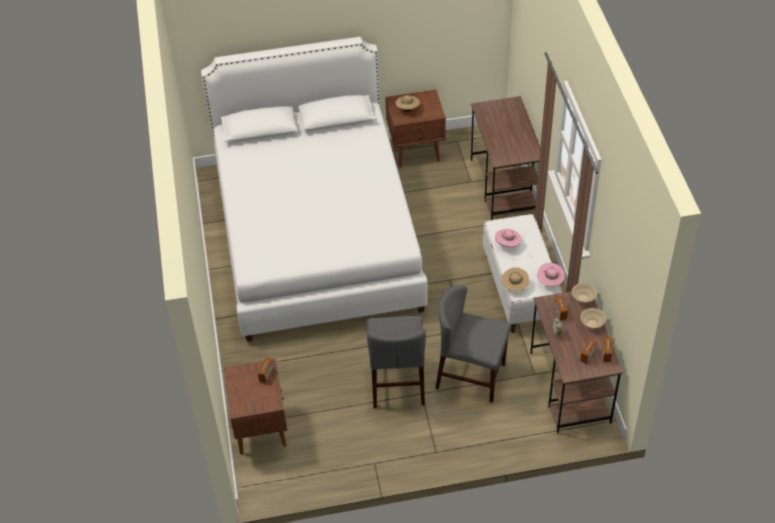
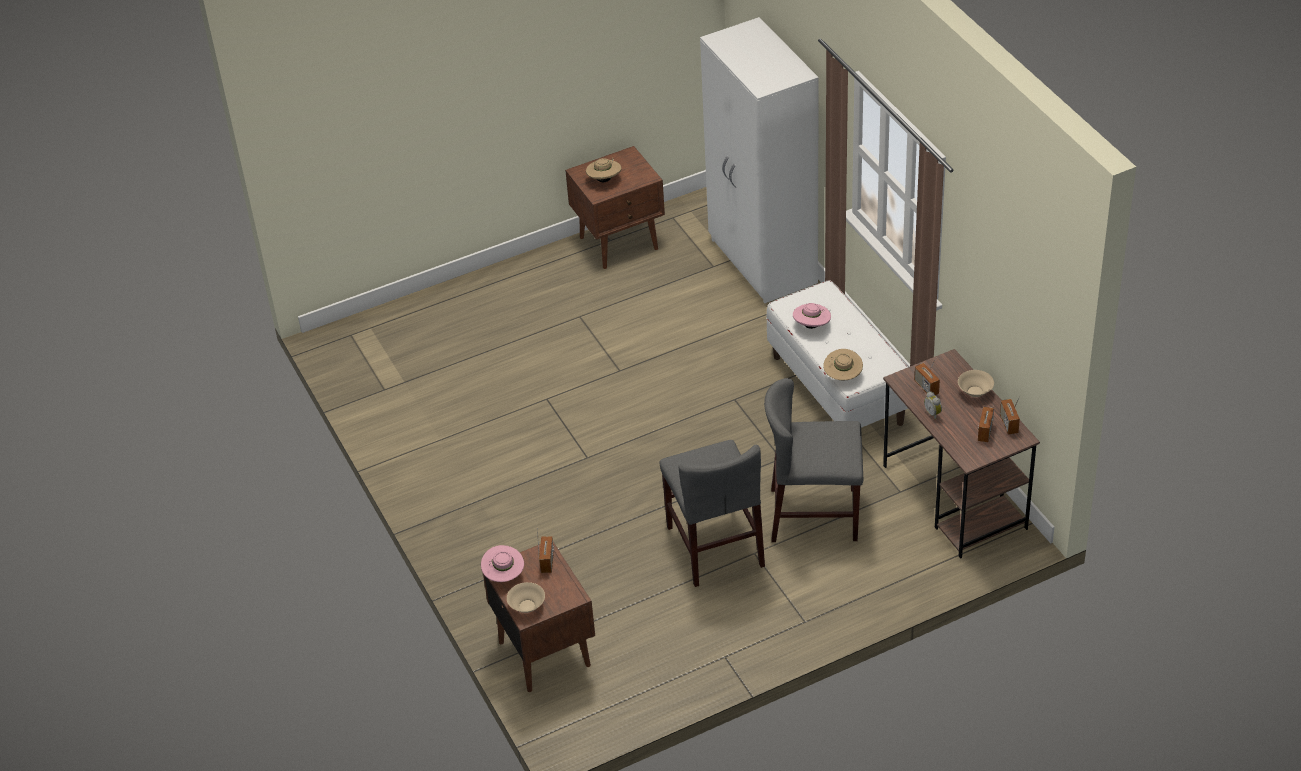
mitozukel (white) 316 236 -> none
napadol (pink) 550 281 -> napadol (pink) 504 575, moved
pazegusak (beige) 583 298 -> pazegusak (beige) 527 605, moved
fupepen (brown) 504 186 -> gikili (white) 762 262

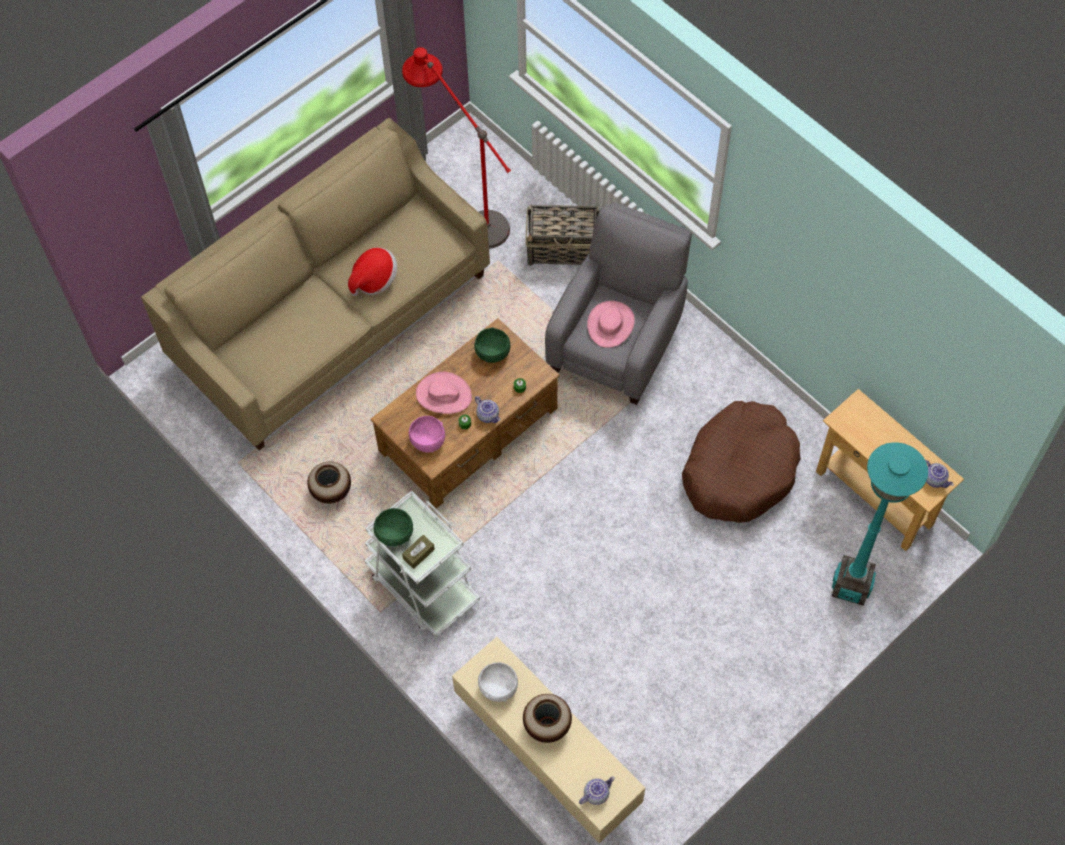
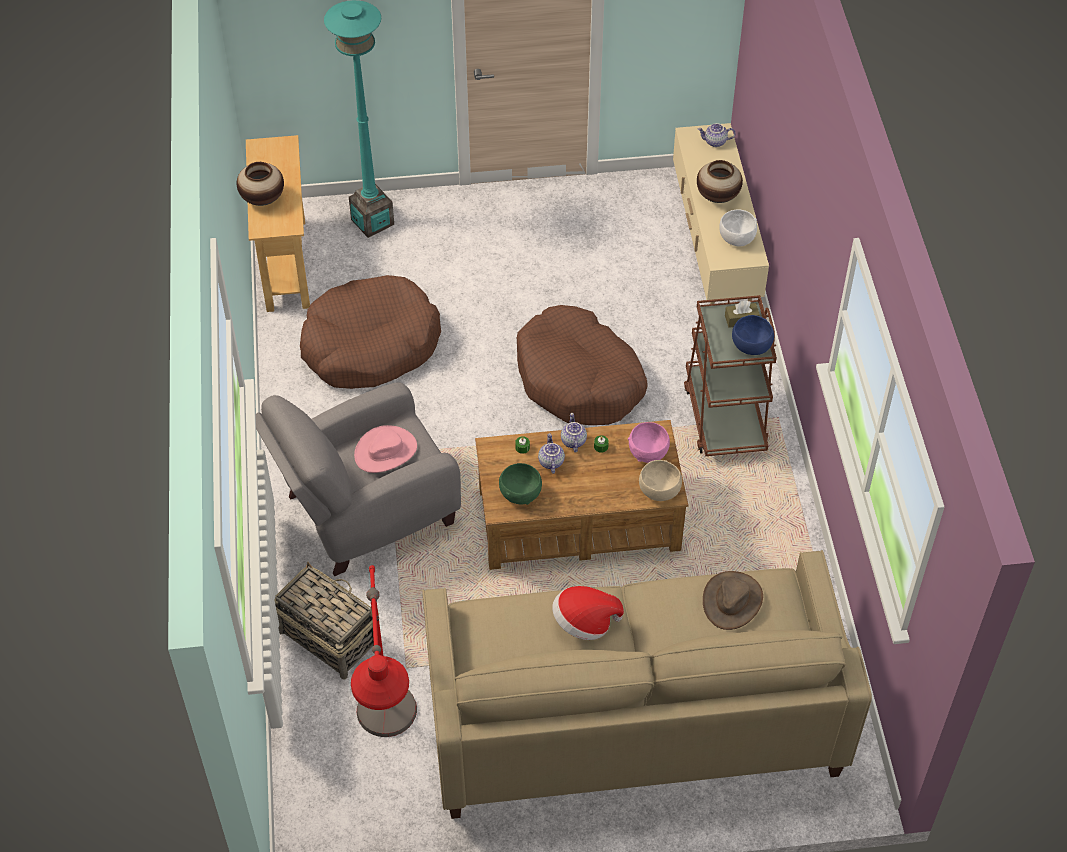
napadol (pink) 443 395 -> none
none -> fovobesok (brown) 579 379
none -> pazegusak (beige) 659 490
none -> napadol (brown) 732 600
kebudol 331 491 -> kebudol 263 199, moved
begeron 935 479 -> begeron 550 462, moved
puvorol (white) 422 586 -> puvorol (brown) 724 416
pazegusak (green) 394 533 -> pazegusak (blue) 751 346

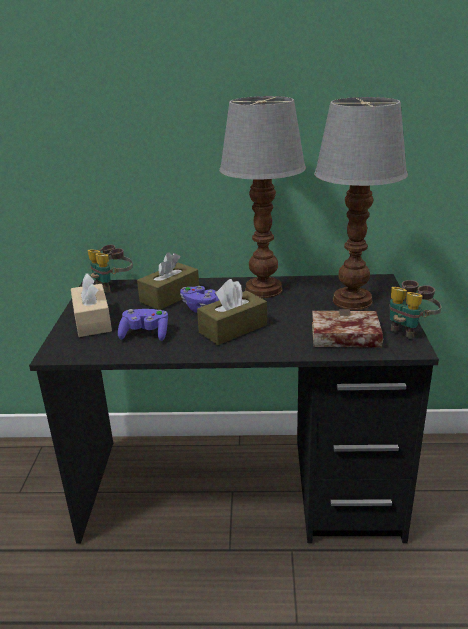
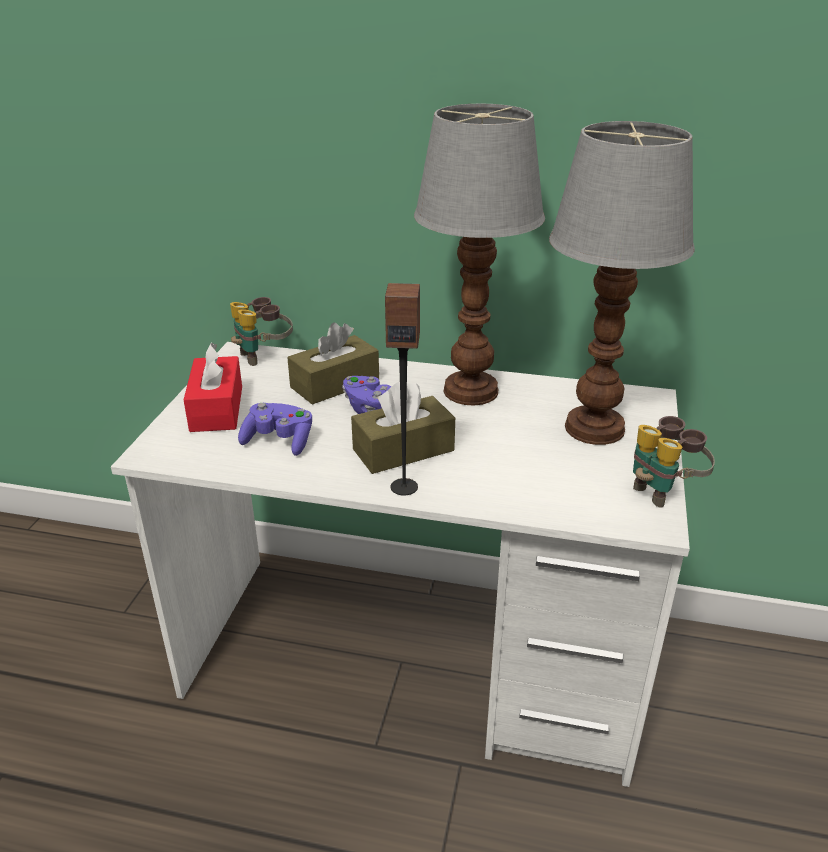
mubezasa 342 337 -> none
none -> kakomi 404 486
fupepen (black) 241 489 -> fupepen (white) 415 660
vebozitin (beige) 92 321 -> vebozitin (red) 216 408

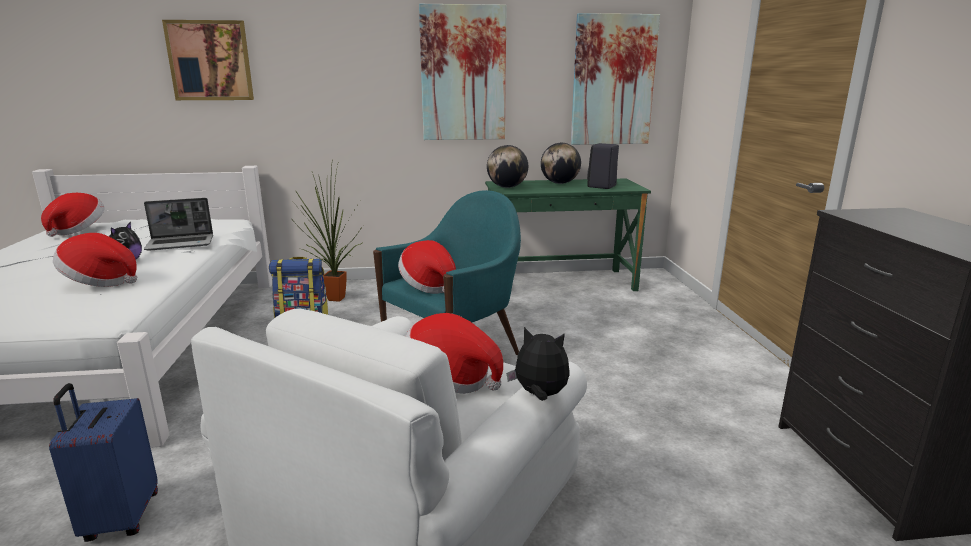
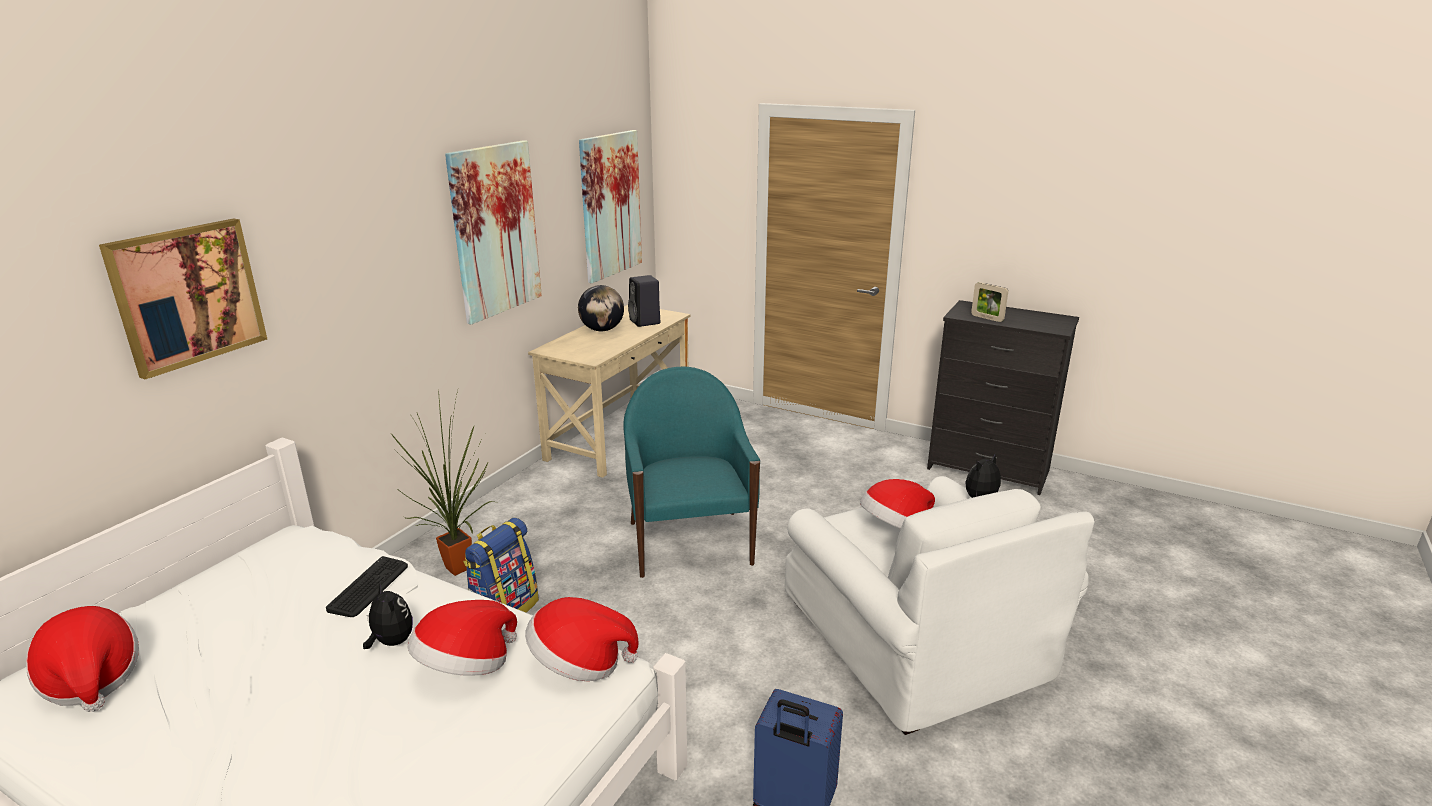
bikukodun 507 187 -> none
none -> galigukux 987 318
napadol 429 286 -> napadol 580 664, moved
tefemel 181 243 -> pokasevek 369 587
fupepen (green) 560 283 -> fupepen (beige) 619 436

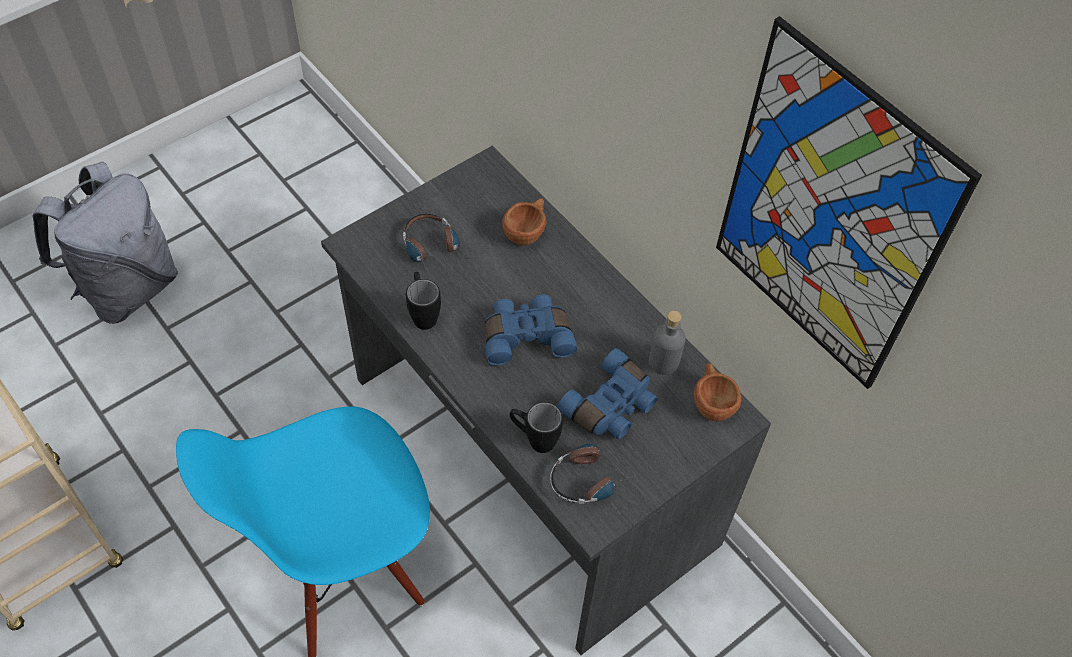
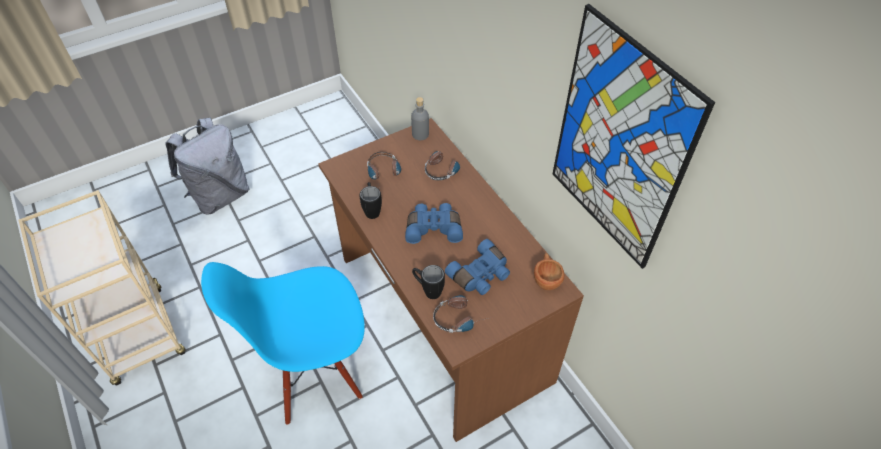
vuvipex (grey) 663 362 -> vuvipex (grey) 420 134, moved
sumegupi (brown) 527 231 -> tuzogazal 444 168
fupepen (grey) 529 462 -> fupepen (brown) 440 318

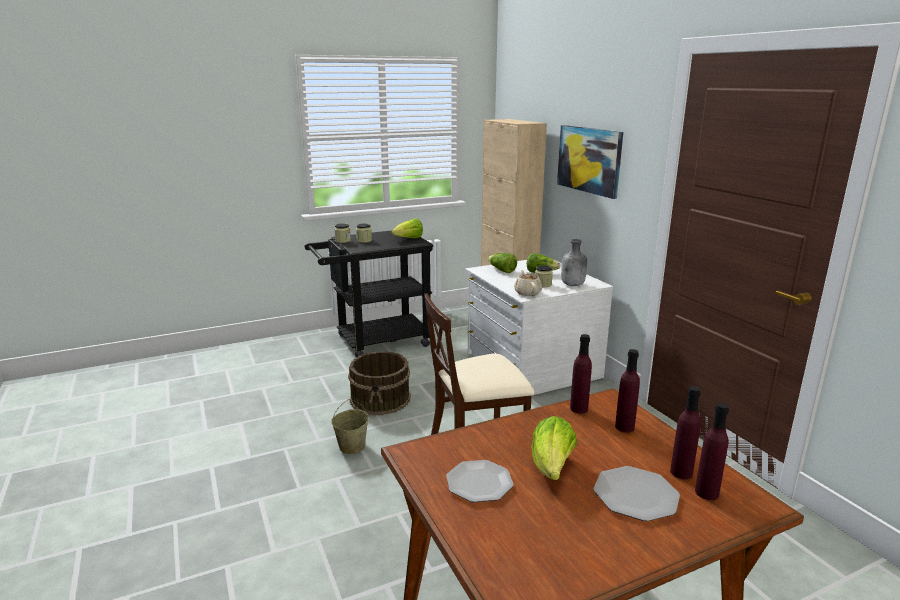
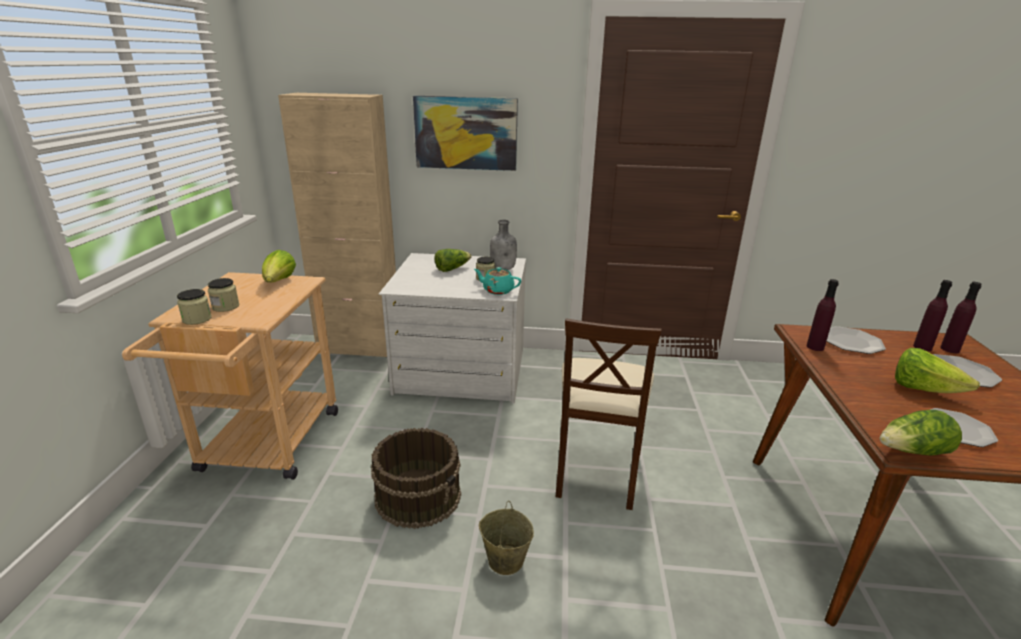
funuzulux 501 270 -> funuzulux 912 452, moved
vuvipex (purple) 624 427 -> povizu 850 342
puvorol (black) 375 342 -> puvorol (beige) 265 448
begeron (beige) 527 293 -> begeron (turquoise) 497 290

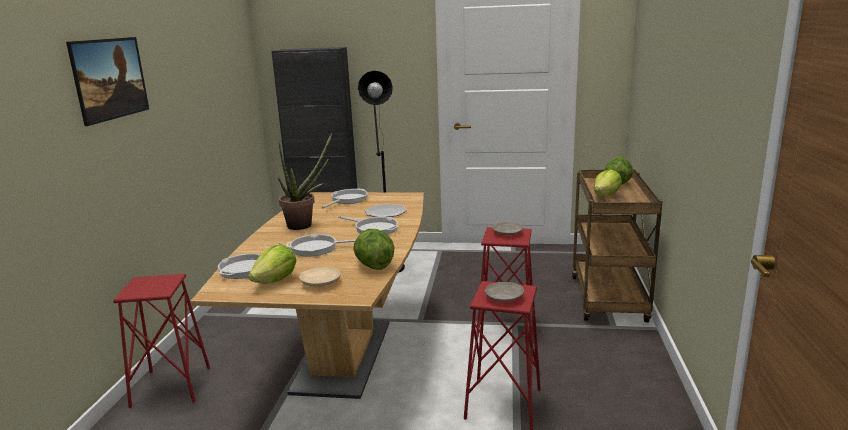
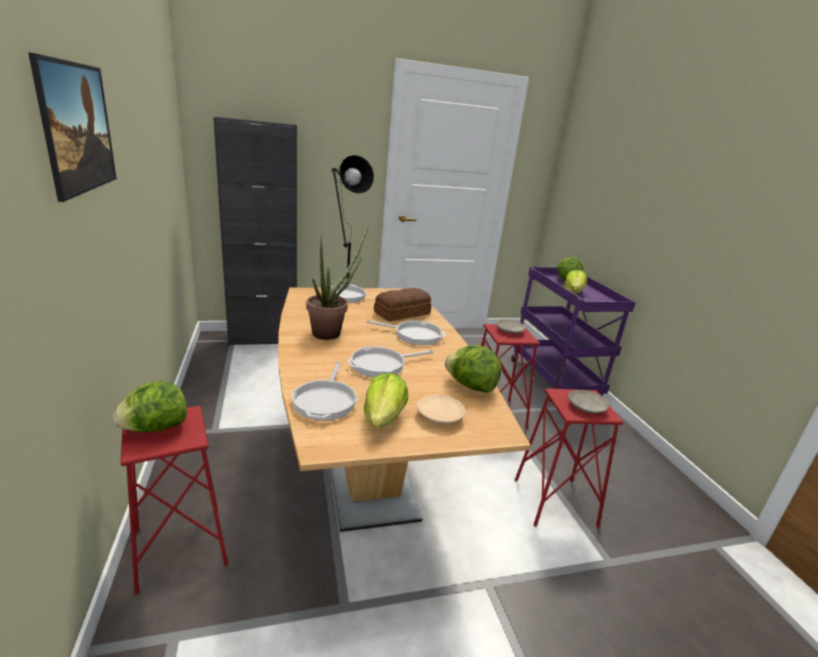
none -> funuzulux 155 428
povizu 386 212 -> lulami 403 313
puvorol (brown) 609 300 -> puvorol (purple) 555 381

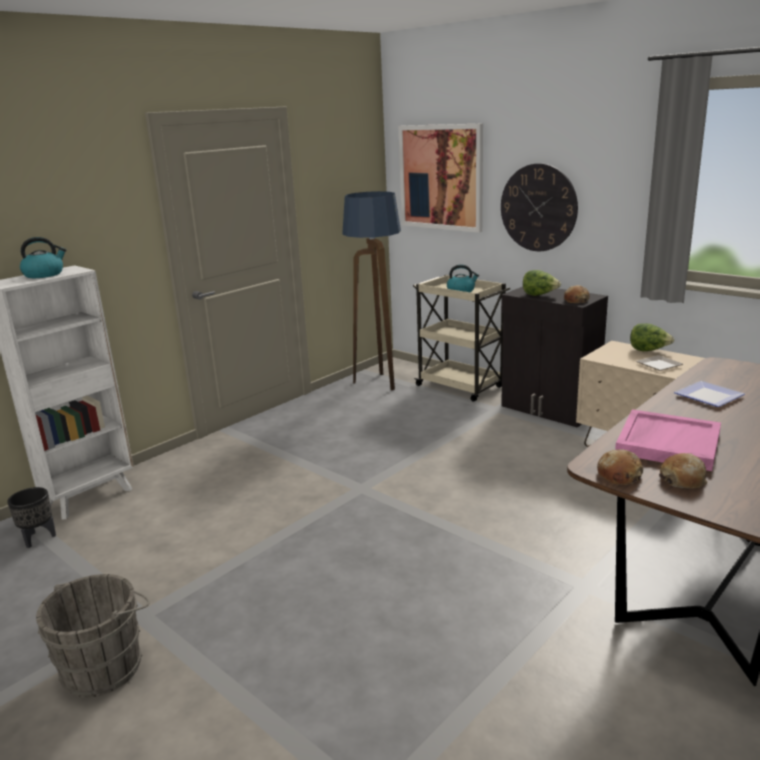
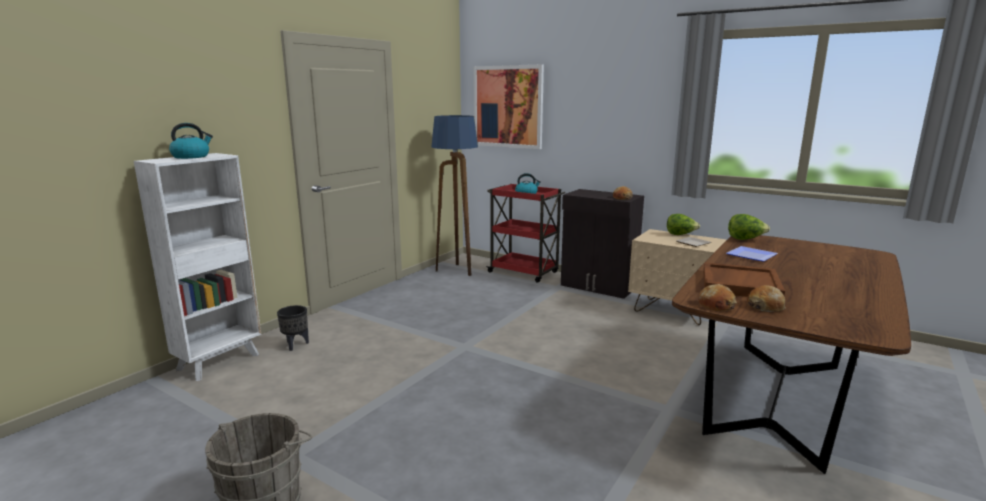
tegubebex 538 208 -> none
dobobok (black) 38 538 -> dobobok (black) 295 345, moved
funuzulux 539 295 -> funuzulux 745 239, moved
puvorol (beige) 461 387 -> puvorol (red) 524 272
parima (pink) 667 442 -> parima (brown) 739 284

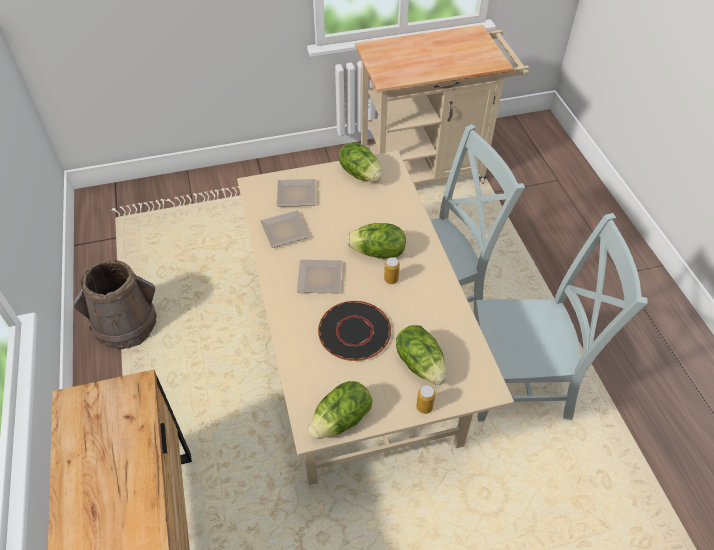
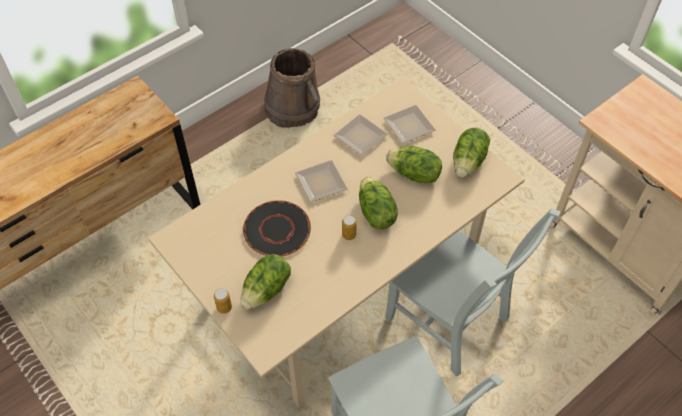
funuzulux 342 420 -> funuzulux 414 174, moved

